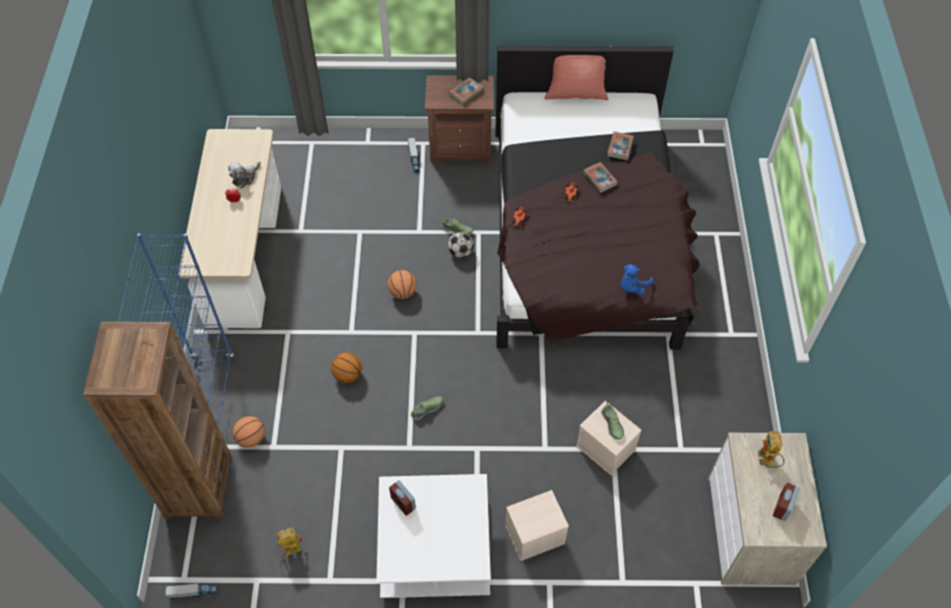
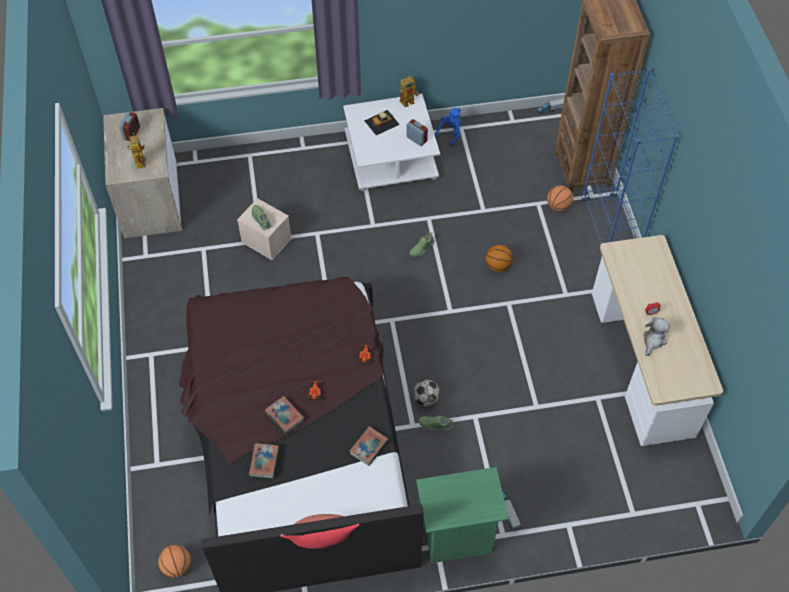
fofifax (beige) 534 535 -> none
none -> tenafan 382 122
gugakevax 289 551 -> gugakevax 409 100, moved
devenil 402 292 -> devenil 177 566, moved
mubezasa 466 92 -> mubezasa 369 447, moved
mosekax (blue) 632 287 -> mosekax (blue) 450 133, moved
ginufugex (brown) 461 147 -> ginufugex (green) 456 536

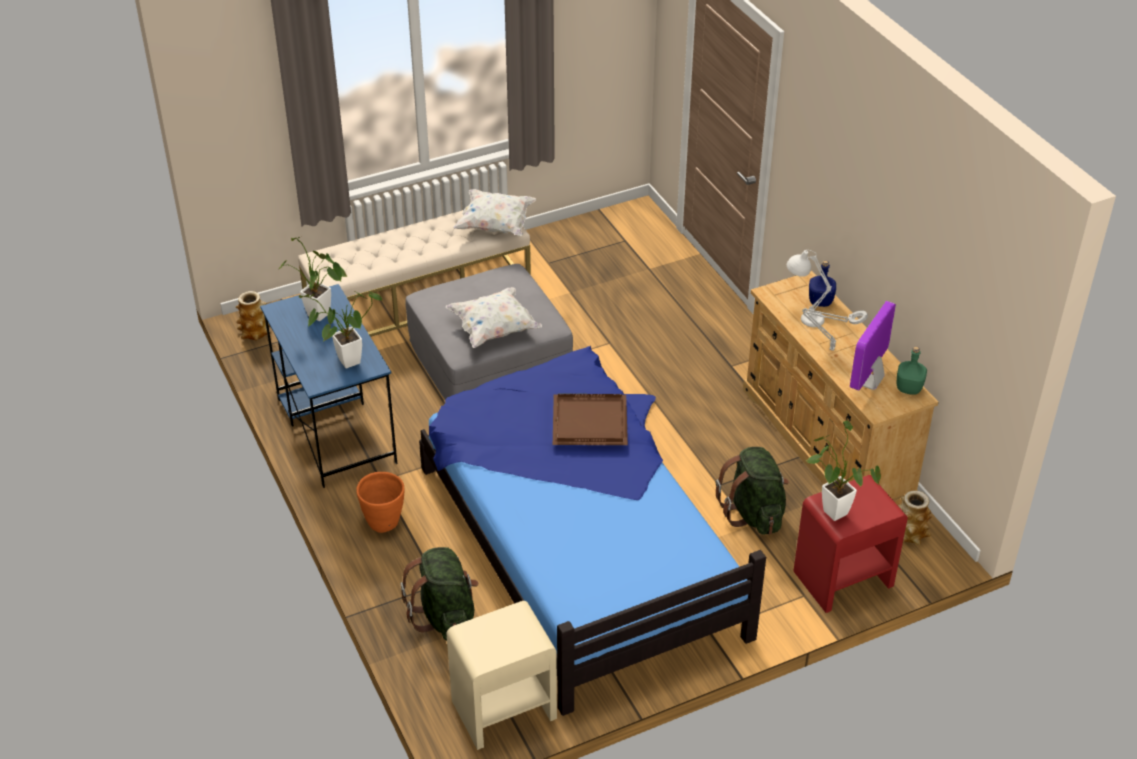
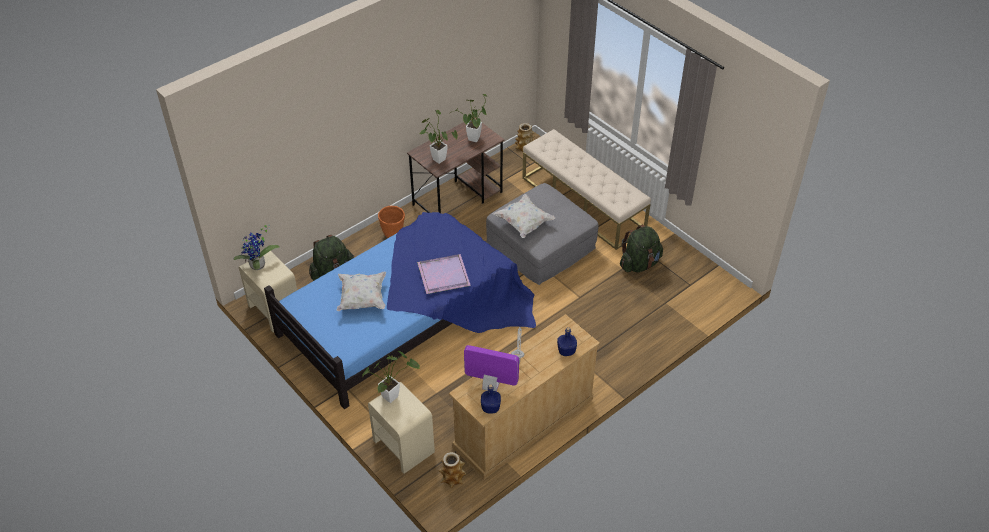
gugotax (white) 802 317 -> none
none -> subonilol 258 266
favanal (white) 496 225 -> favanal (white) 362 298, moved
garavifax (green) 753 513 -> garavifax (green) 639 264, moved
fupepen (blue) 335 429 -> fupepen (brown) 458 198
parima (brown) 588 423 -> parima (purple) 442 274
ginufugex (red) 842 579 -> ginufugex (beige) 403 446
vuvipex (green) 908 388 -> vuvipex (blue) 491 408

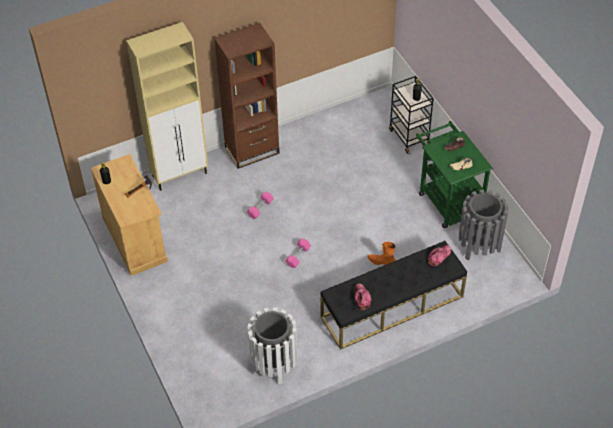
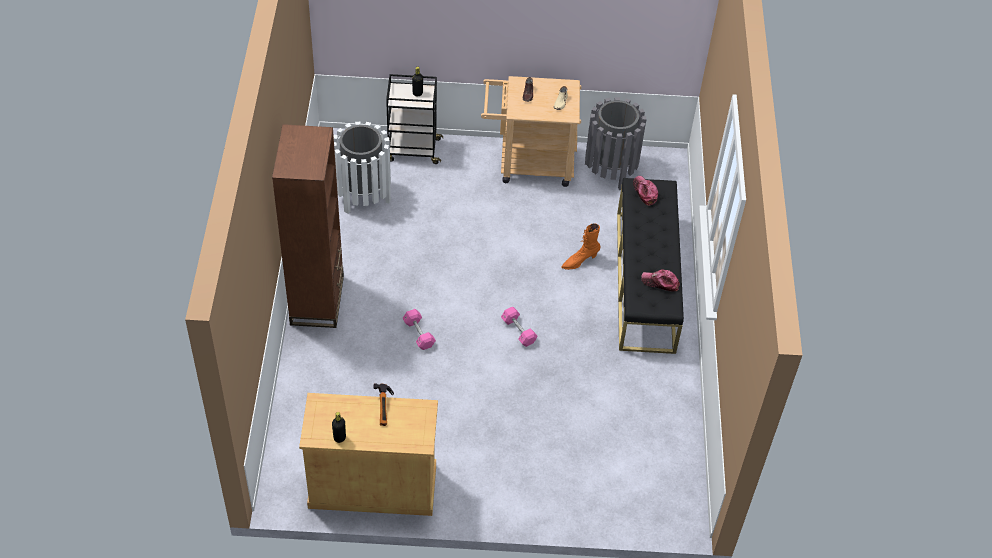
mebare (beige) 180 174 -> none
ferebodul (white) 274 364 -> ferebodul (white) 363 196, moved
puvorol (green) 447 199 -> puvorol (beige) 528 164

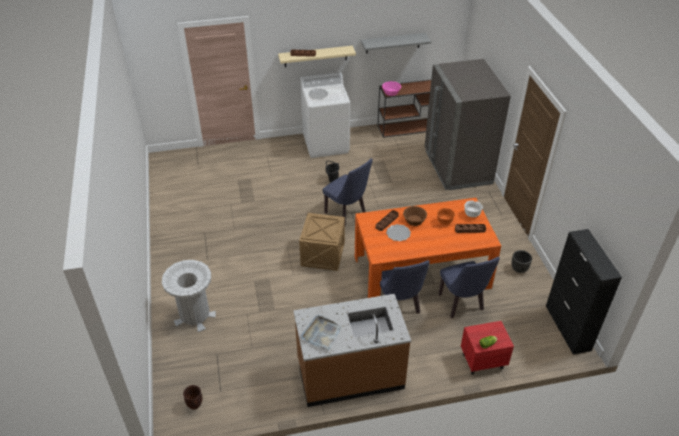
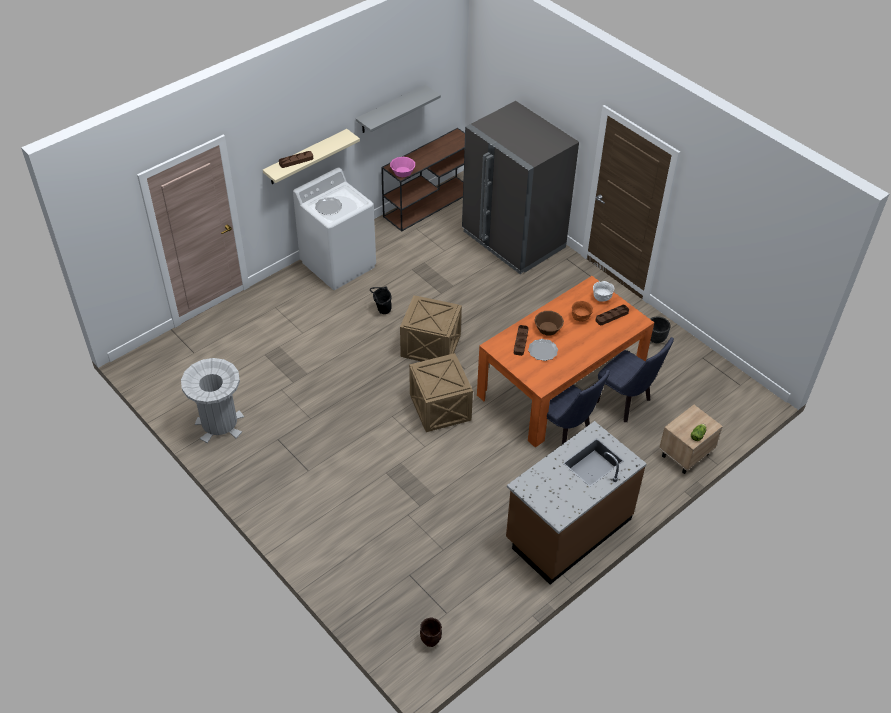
parima (grey) 321 334 -> none
mebare (black) 568 328 -> none
ferebodul (grey) 195 315 -> ferebodul (grey) 219 424, moved
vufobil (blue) 347 214 -> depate 431 347
ginufugex (red) 482 361 -> ginufugex (beige) 684 455

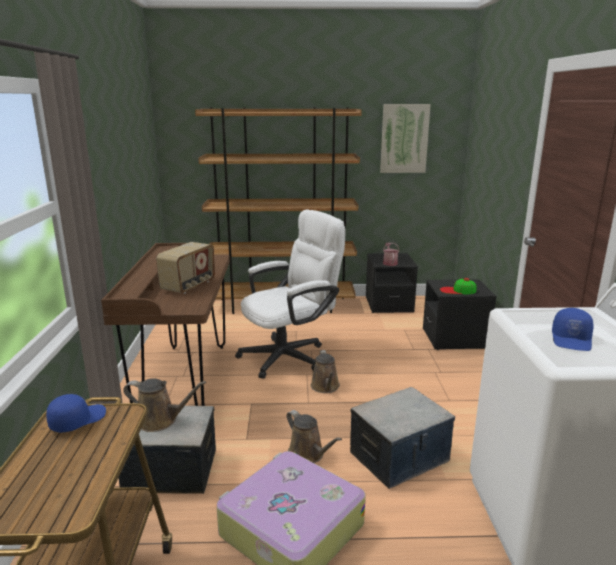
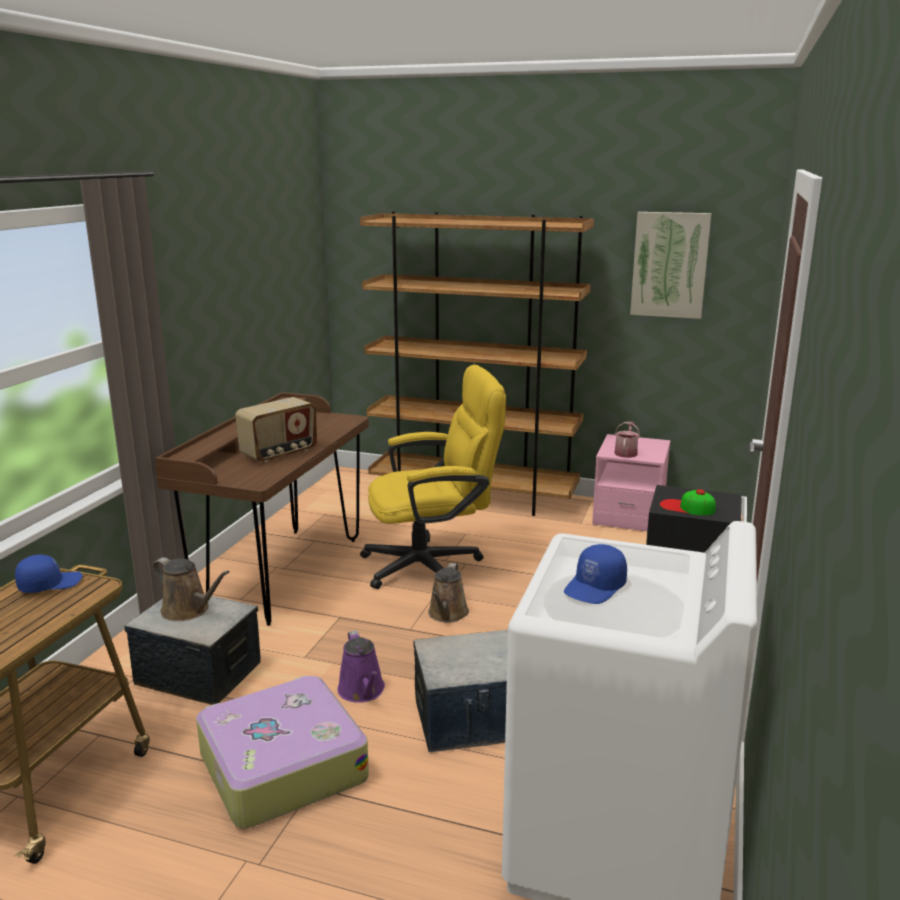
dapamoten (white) 290 355 -> dapamoten (yellow) 433 565
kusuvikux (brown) 308 455 -> kusuvikux (purple) 362 691
ginufugex (black) 388 304 -> ginufugex (pink) 629 516

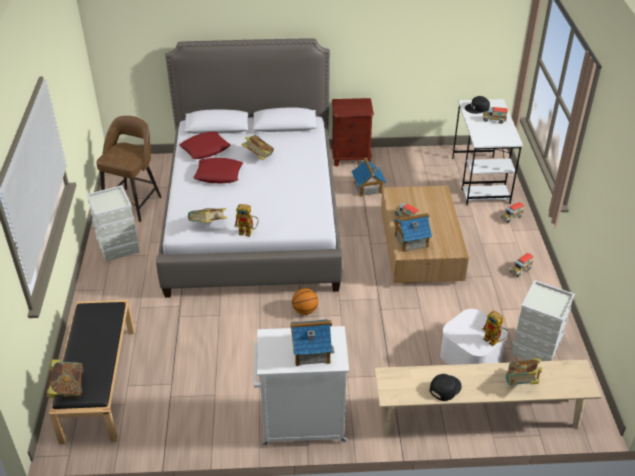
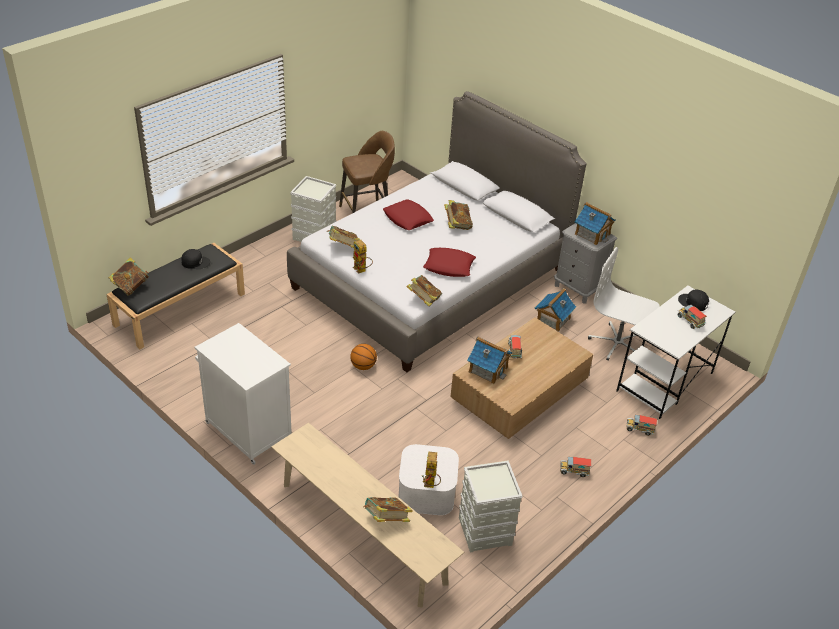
none -> mubezasa 423 300
none -> dapamoten (white) 617 344
favanal (red) 205 149 -> favanal (red) 449 266, moved
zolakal 311 351 -> zolakal 592 234, moved
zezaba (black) 444 388 -> zezaba (black) 195 262, moved
ginufugex (brown) 351 158 -> ginufugex (grey) 578 288

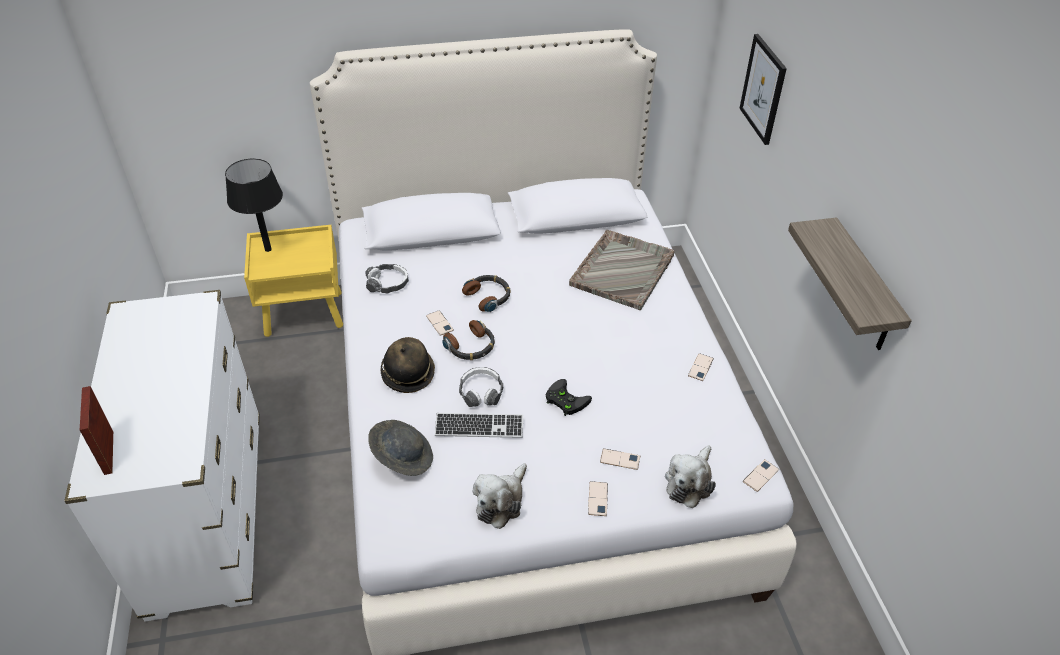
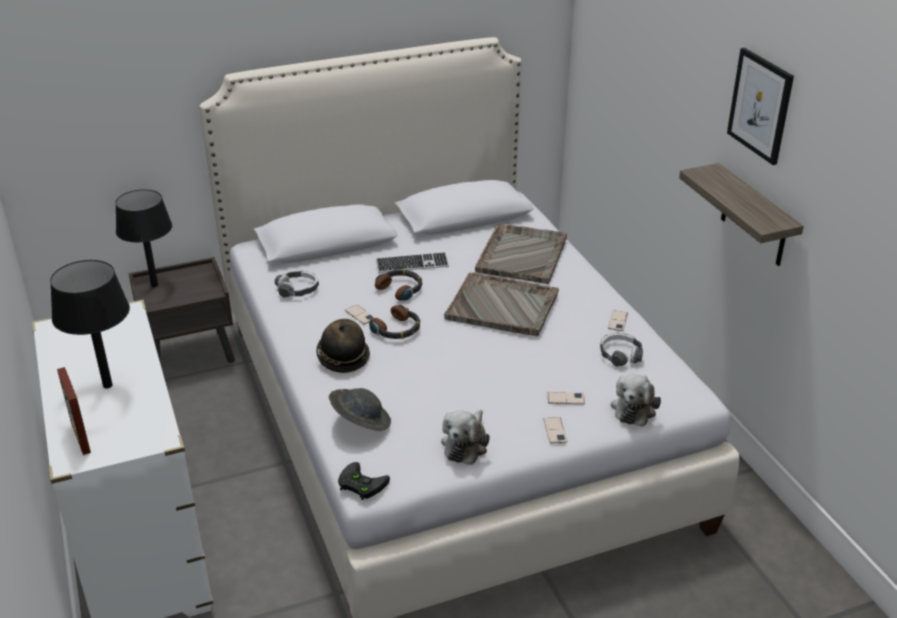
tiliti 760 475 -> none
none -> gugotax (black) 107 385
none -> parima (grey) 503 306
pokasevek 479 427 -> pokasevek 412 264, moved
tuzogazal 481 392 -> tuzogazal 620 355, moved
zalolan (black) 564 400 -> zalolan (black) 360 484, moved
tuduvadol 763 89 -> tuduvadol 760 105, moved
ginufugex (yellow) 305 313 -> ginufugex (brown) 191 355

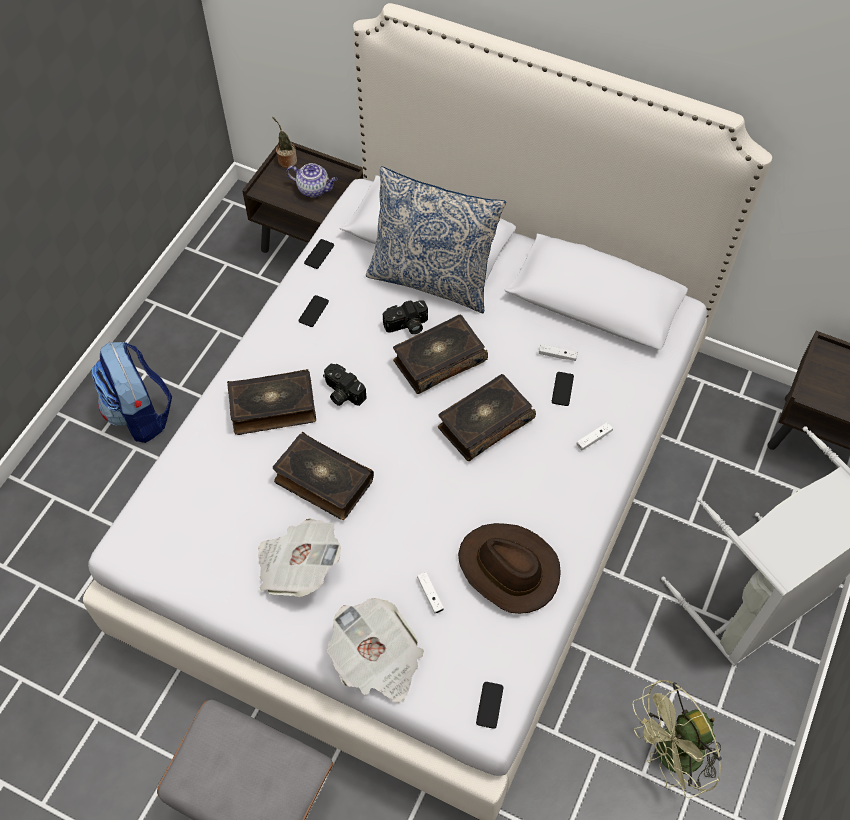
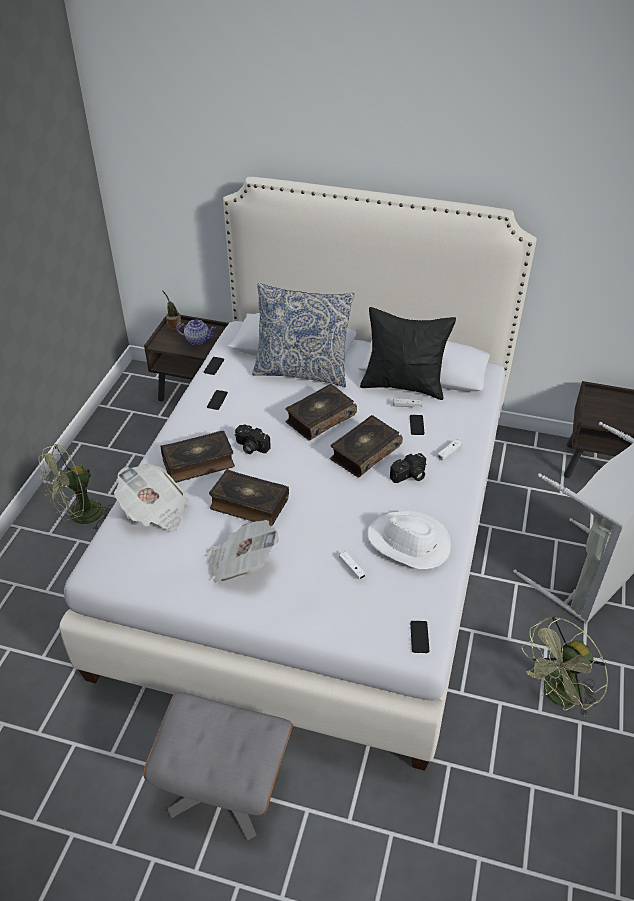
none -> favanal (black) 403 385
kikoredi 377 660 -> kikoredi 155 511, moved
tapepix 407 326 -> tapepix 409 476, moved
garavifax 140 414 -> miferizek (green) 80 517
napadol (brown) 508 569 -> napadol (white) 408 543

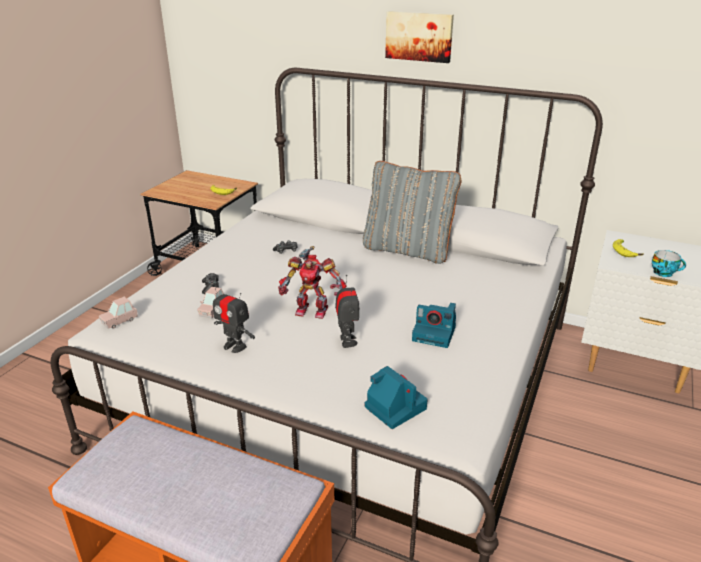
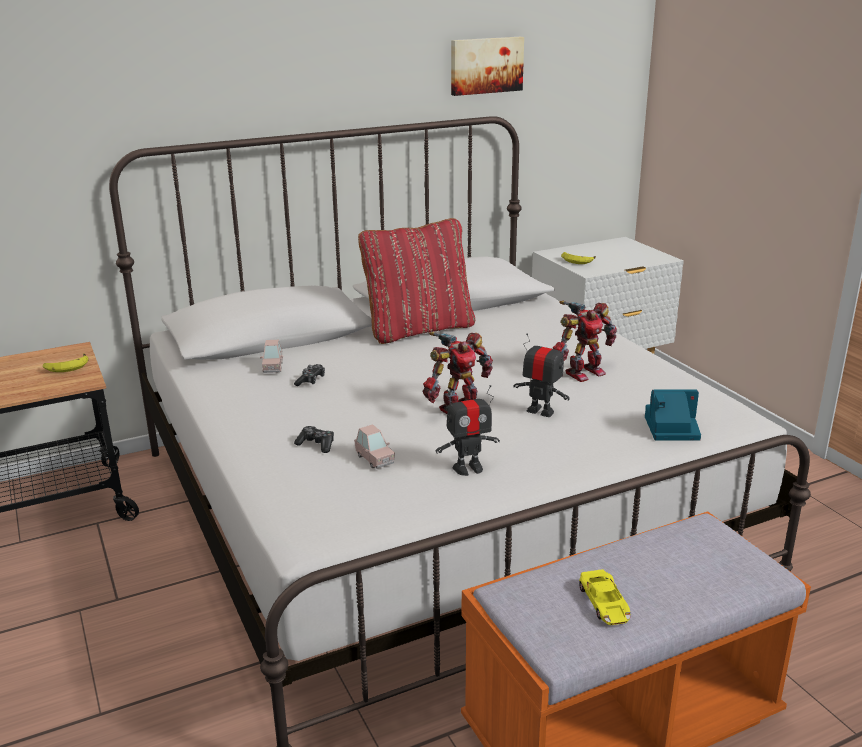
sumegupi 664 273 -> none
none -> tenafan (yellow) 604 603
tenafan (pink) 119 321 -> tenafan (pink) 273 367, moved
tuduvadol 419 36 -> tuduvadol 486 65, moved
tapepix 435 333 -> gugakevax 582 372
favanal (grey) 408 250 -> favanal (red) 419 329

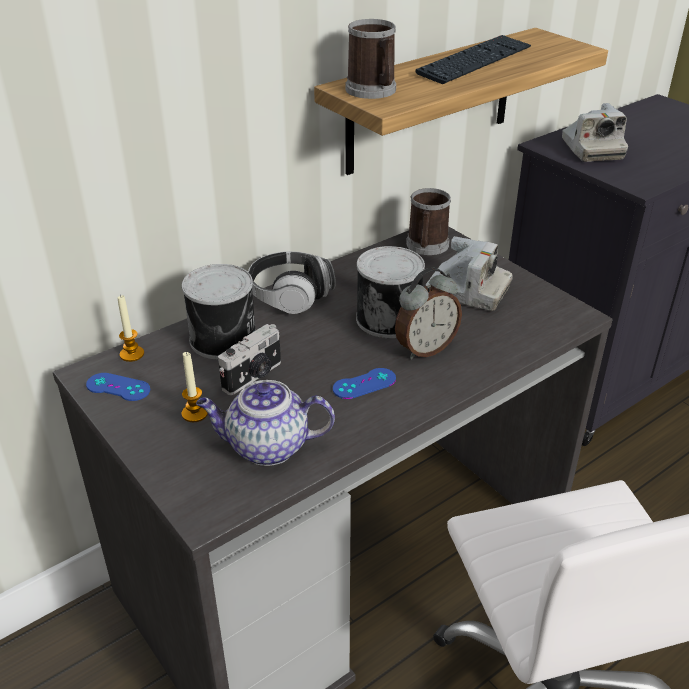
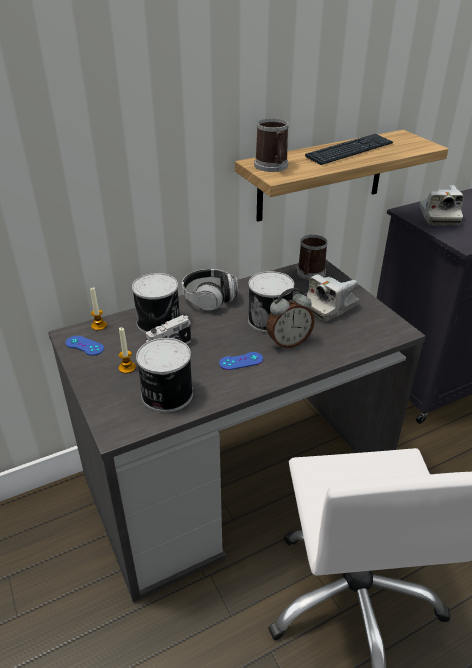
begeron 266 447 -> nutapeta 166 394
tapepix 467 291 -> tapepix 329 307, 105 degrees clockwise

